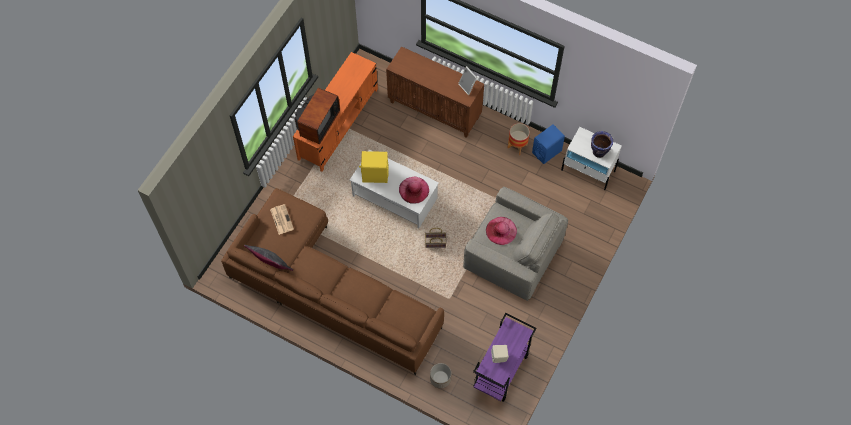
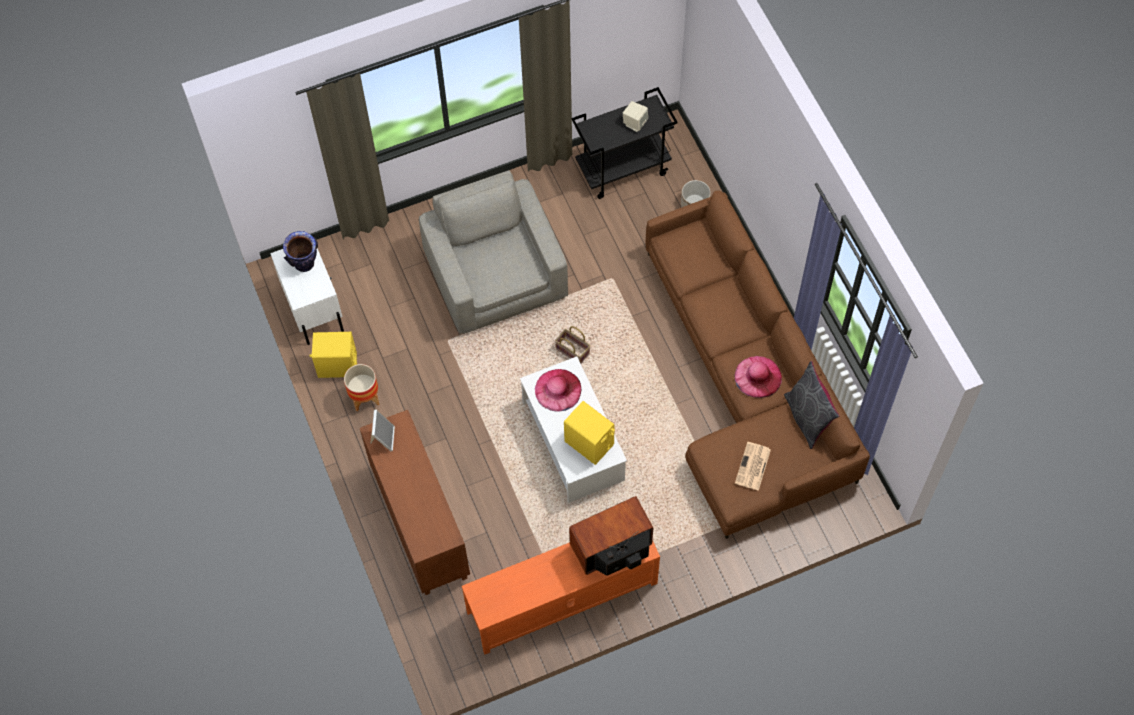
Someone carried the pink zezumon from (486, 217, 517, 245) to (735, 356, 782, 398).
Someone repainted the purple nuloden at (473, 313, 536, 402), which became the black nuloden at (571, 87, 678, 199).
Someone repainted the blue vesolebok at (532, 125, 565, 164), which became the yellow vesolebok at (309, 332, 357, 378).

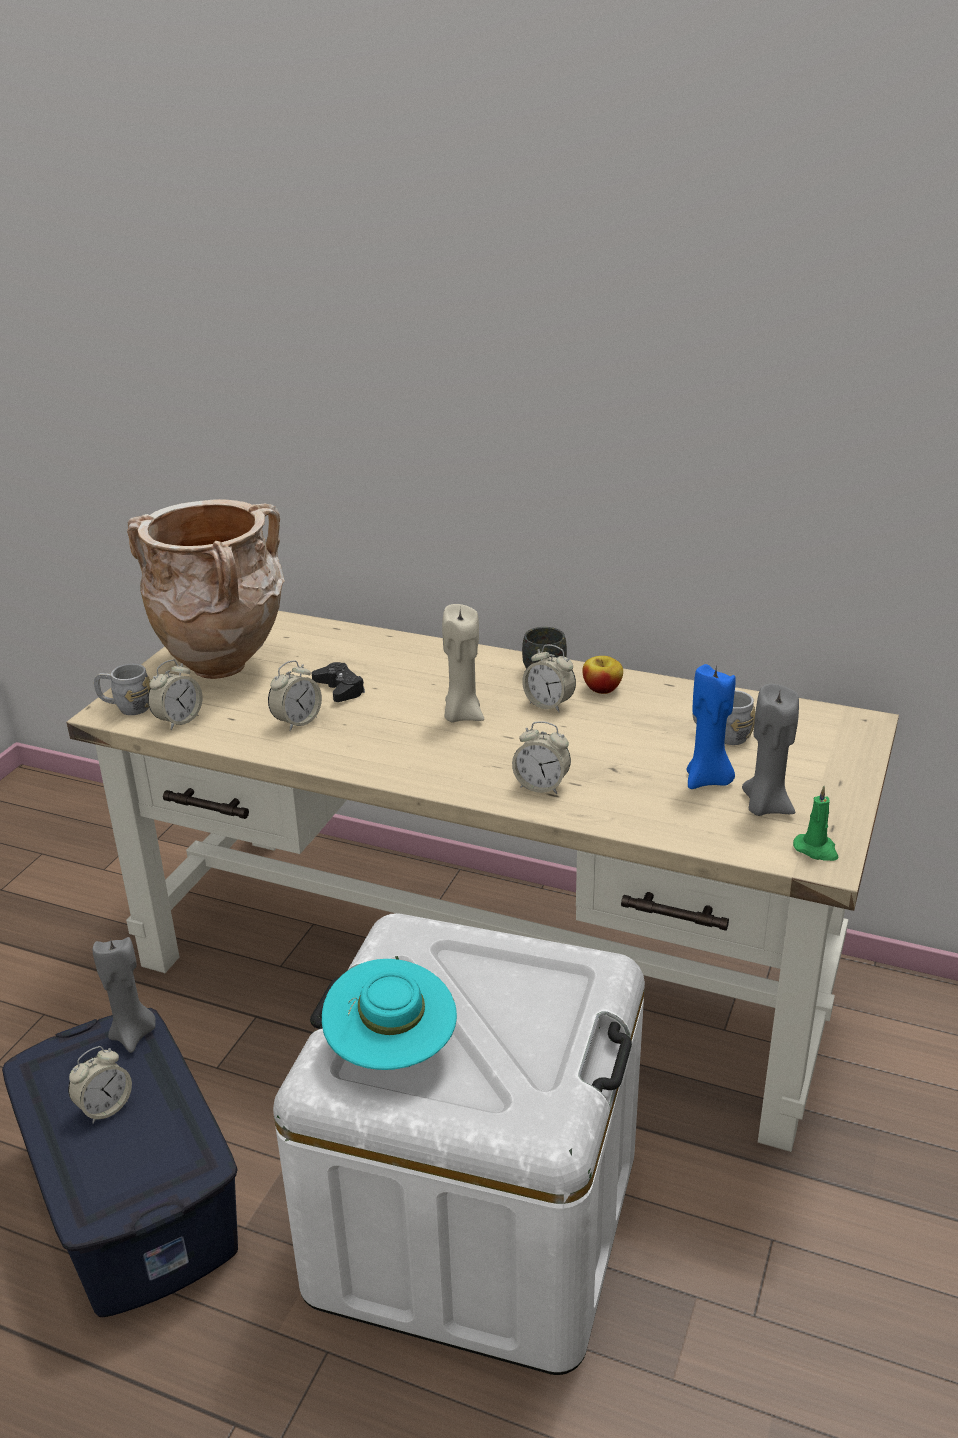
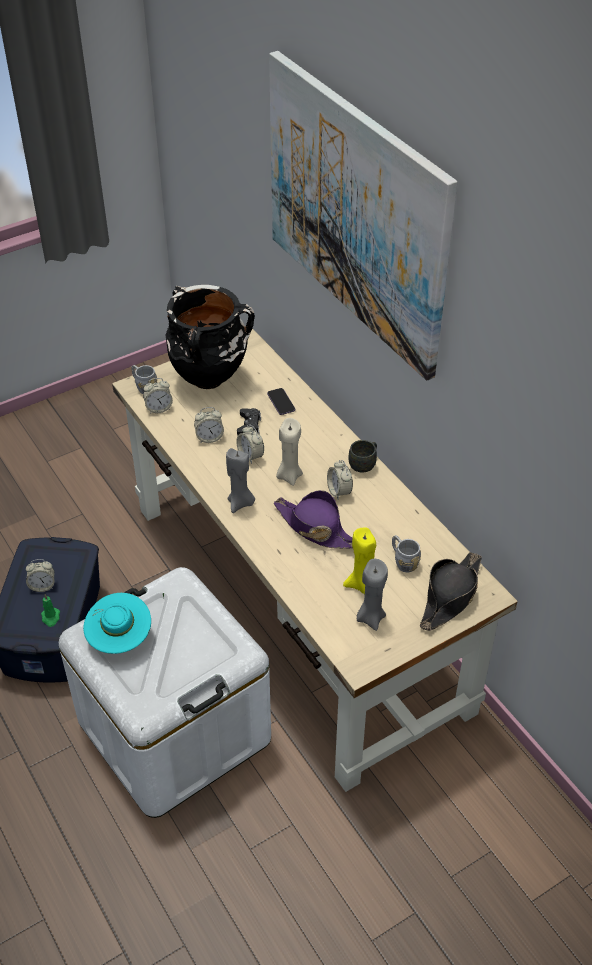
Someone took away the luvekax at (582, 656, 623, 694).
Someone put down the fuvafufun at (267, 388, 295, 415).
Someone put up the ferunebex at (269, 51, 458, 381).
Someone put down the purple zezumon at (274, 490, 352, 549).
Someone put down the black zezumon at (420, 552, 482, 631).
Someone carried the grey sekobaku from (93, 937, 156, 1053) to (226, 448, 255, 513).
Someone carried the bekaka from (512, 721, 571, 794) to (236, 425, 264, 464).
Someone carried the green sekobaku from (793, 786, 838, 861) to (41, 594, 60, 627).
Someone repainted the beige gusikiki at (127, 499, 285, 679), which became the black gusikiki at (166, 285, 255, 389).
Someone repainted the blue sekobaku at (687, 664, 736, 789), which became the yellow sekobaku at (343, 527, 376, 594).

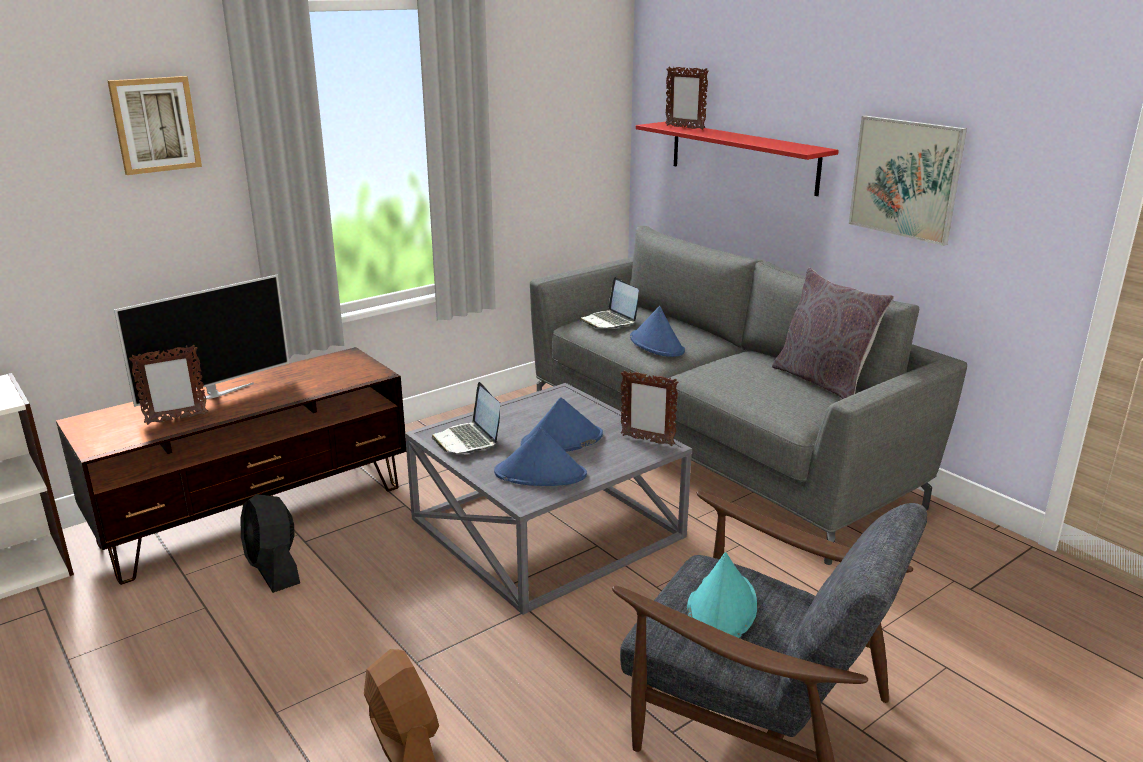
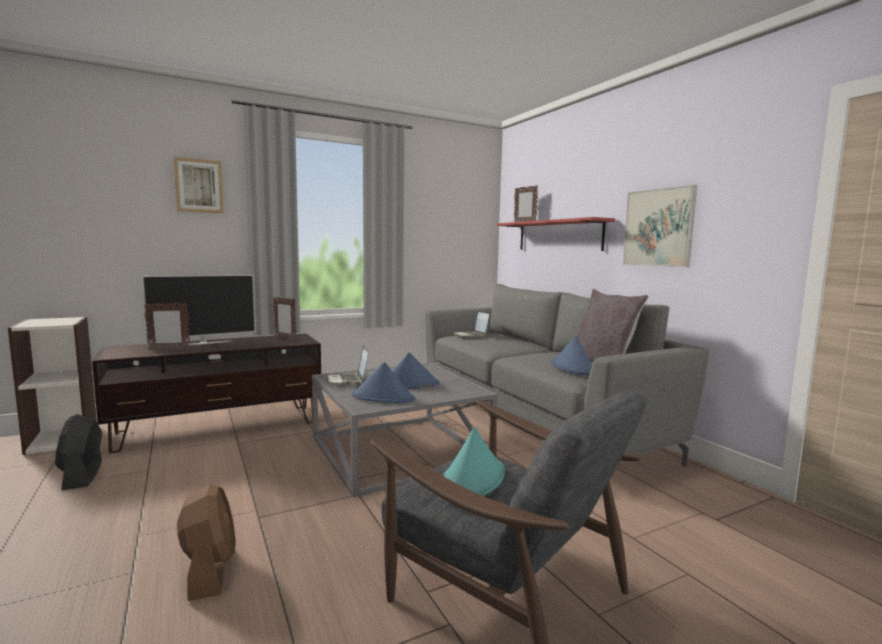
Someone carried the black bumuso from (240, 494, 300, 593) to (55, 414, 102, 490).
Someone carried the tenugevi from (621, 370, 679, 446) to (273, 297, 296, 341).
Someone carried the blue zezumon from (630, 306, 685, 357) to (551, 336, 592, 375).

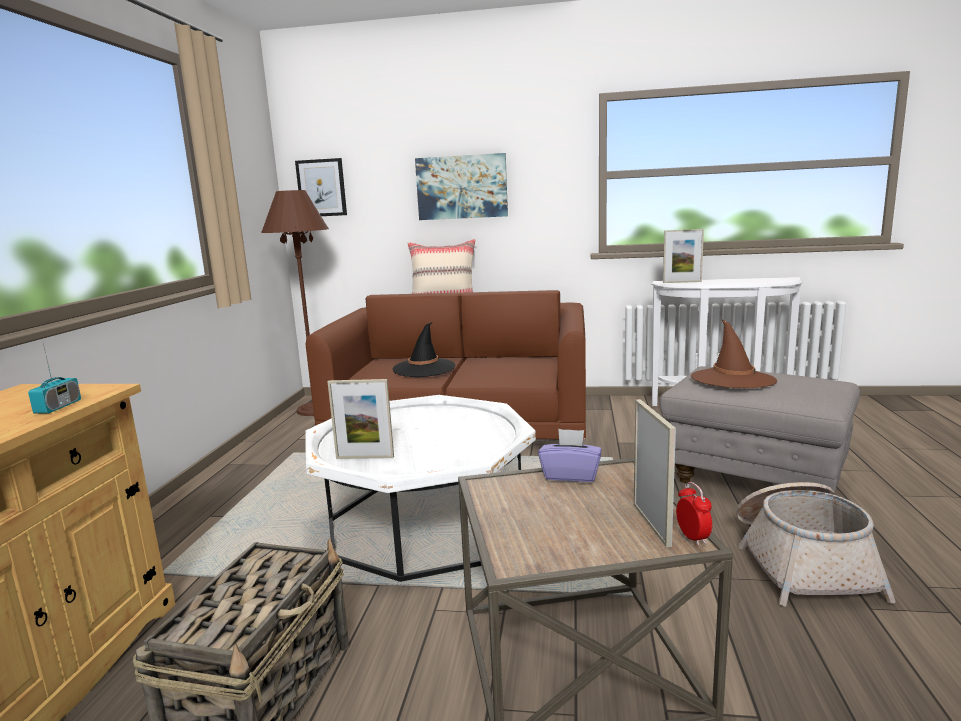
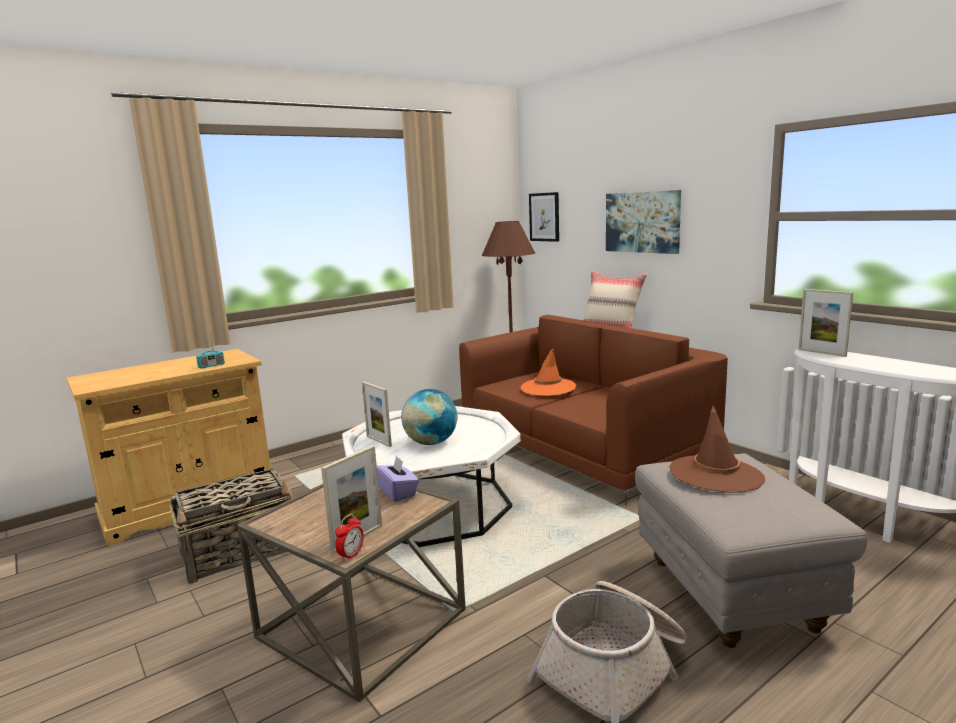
Someone put down the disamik at (401, 389, 458, 445).
Someone repainted the black zezumon at (393, 322, 455, 377), which became the orange zezumon at (521, 349, 577, 396).

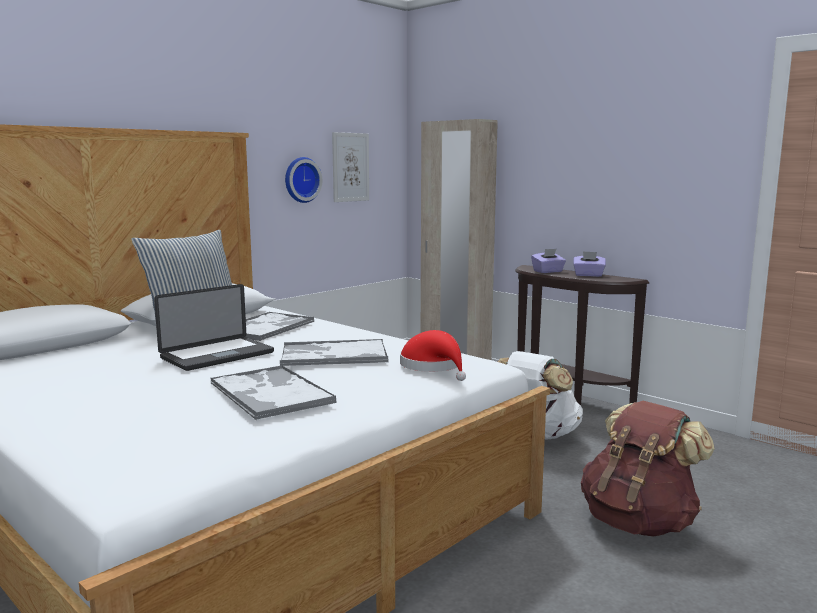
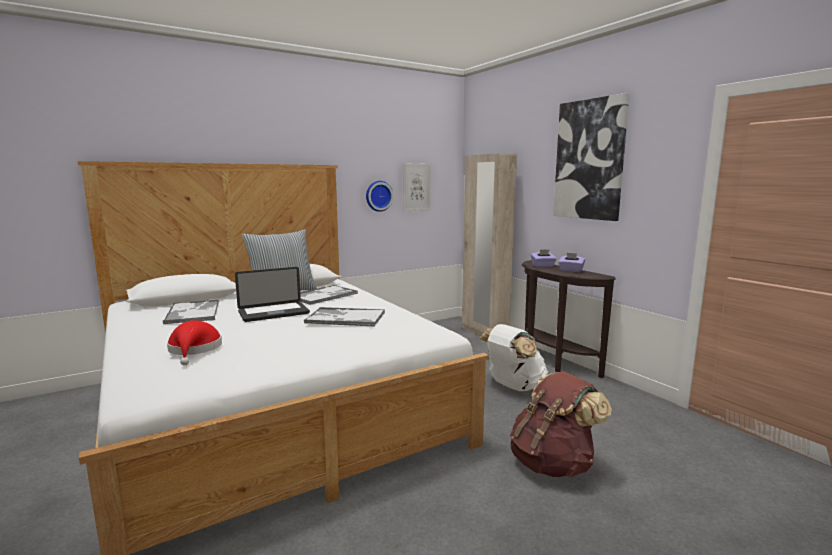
Someone put up the ferunebex at (553, 93, 630, 221).
Someone carried the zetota from (210, 365, 336, 420) to (162, 300, 219, 324).
Someone carried the red zezumon from (400, 330, 466, 381) to (167, 320, 222, 366).

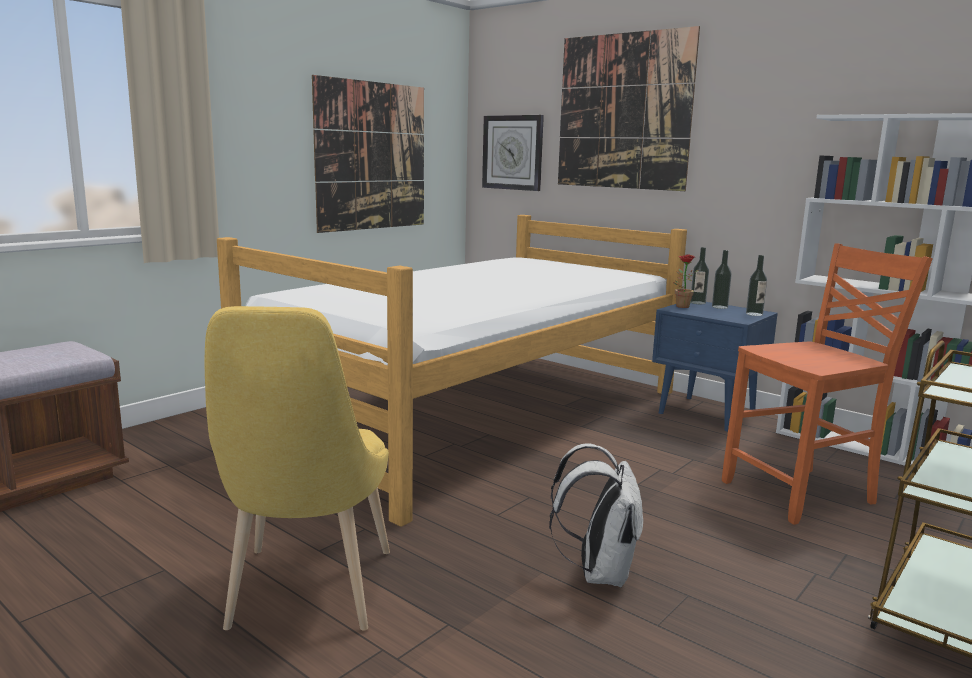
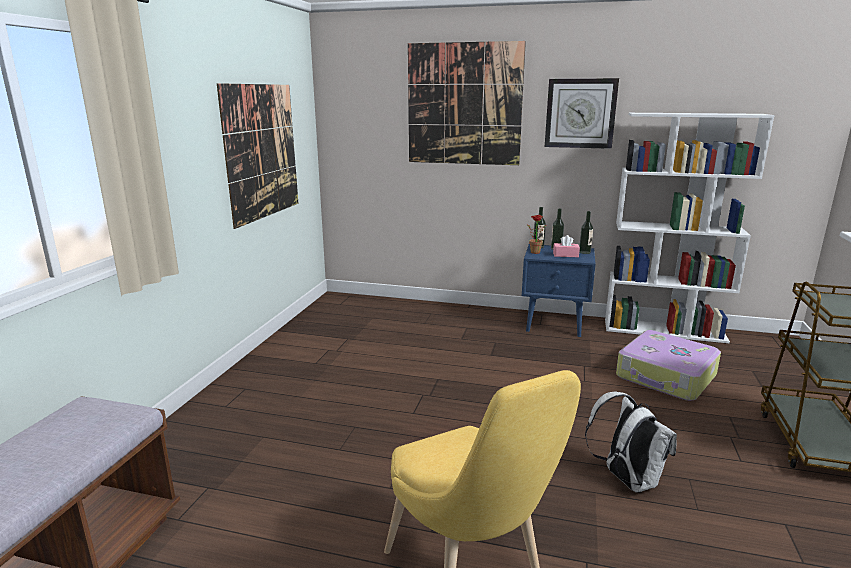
Someone took away the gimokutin at (217, 215, 687, 527).
Someone put down the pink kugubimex at (553, 235, 580, 257).
Someone carried the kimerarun from (482, 115, 544, 191) to (545, 78, 619, 149).
Someone swapped the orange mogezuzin at (722, 243, 933, 525) for the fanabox at (616, 330, 721, 401).

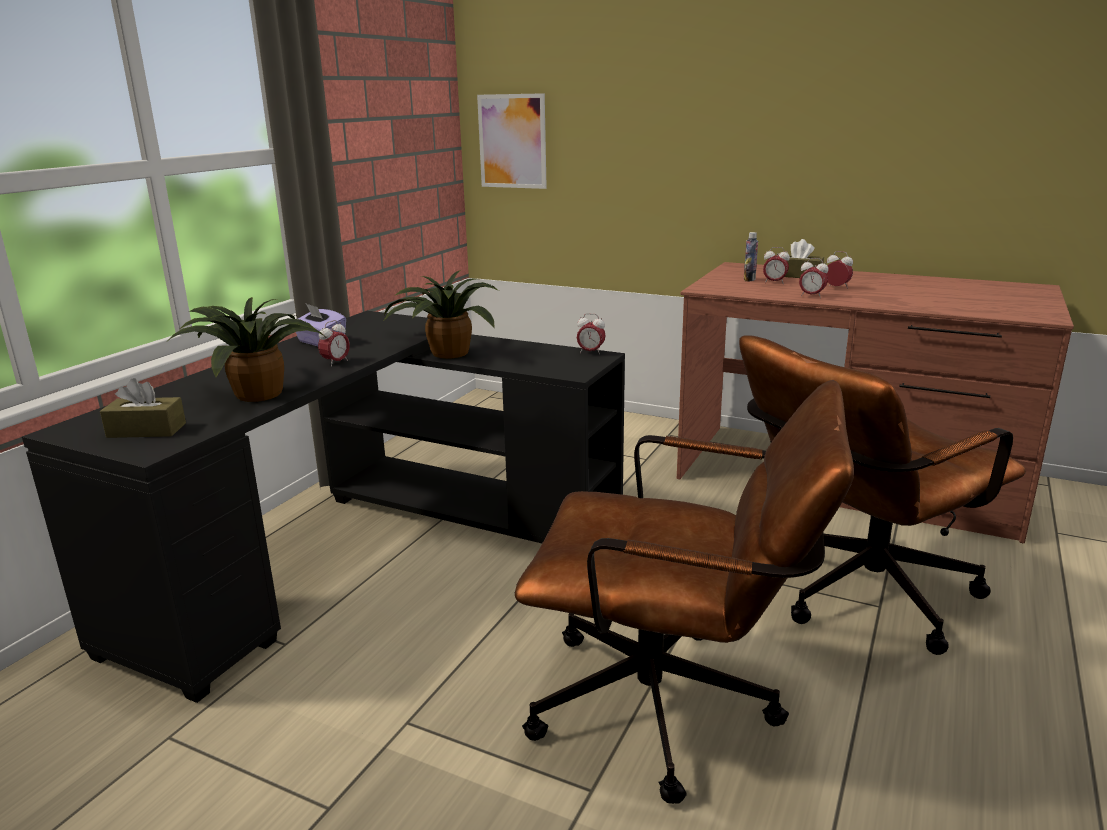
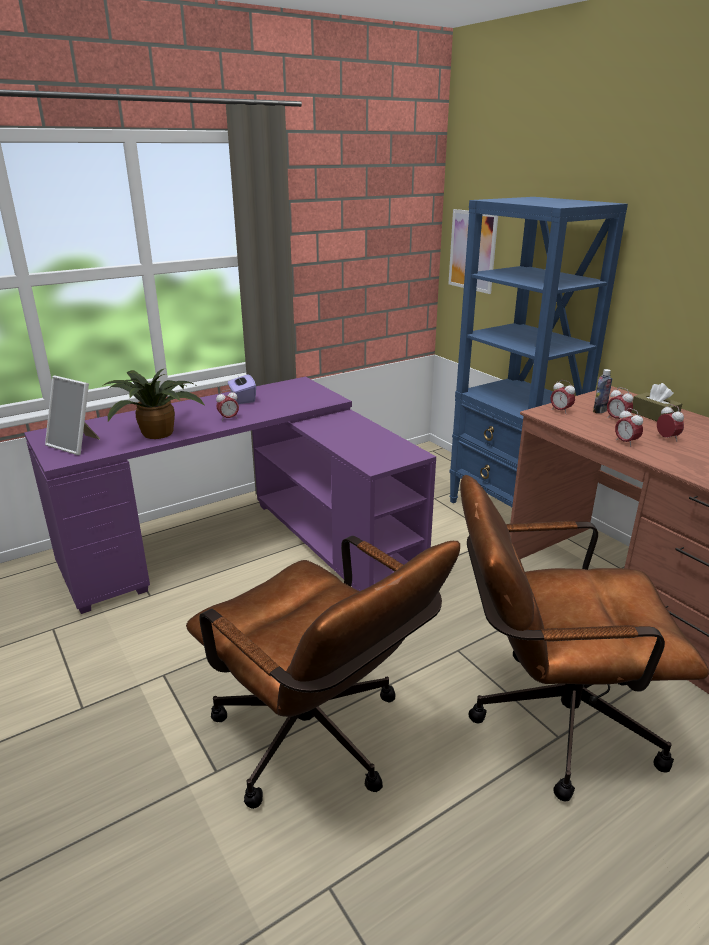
Someone took away the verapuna at (384, 270, 499, 359).
Someone put down the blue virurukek at (449, 197, 628, 507).
Someone carried the bekaka from (577, 313, 606, 355) to (550, 380, 575, 413).
Someone swapped the brown kugubimex at (100, 378, 186, 438) for the tenugevi at (45, 375, 100, 455).
Someone repainted the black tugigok at (22, 311, 625, 703), which became the purple tugigok at (24, 377, 436, 614).

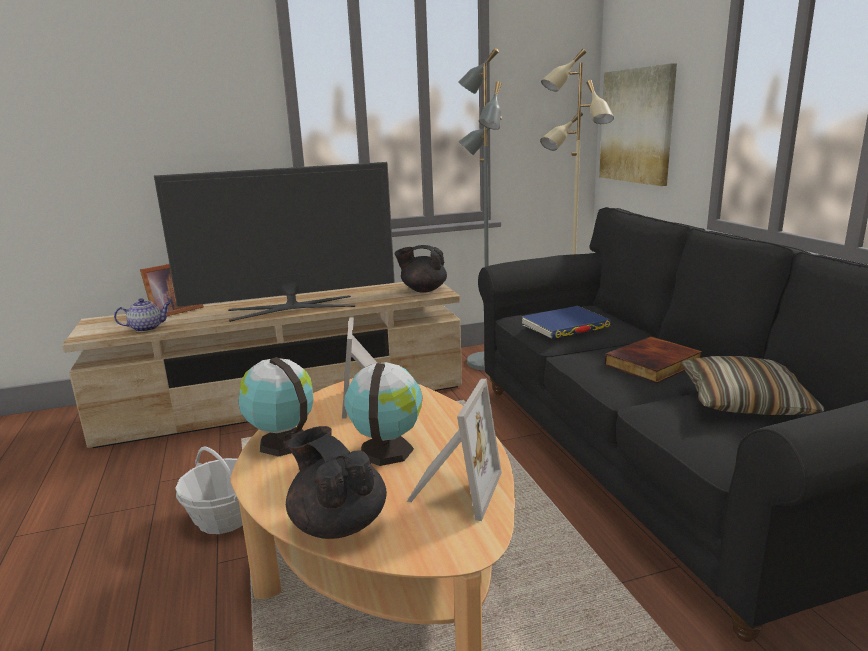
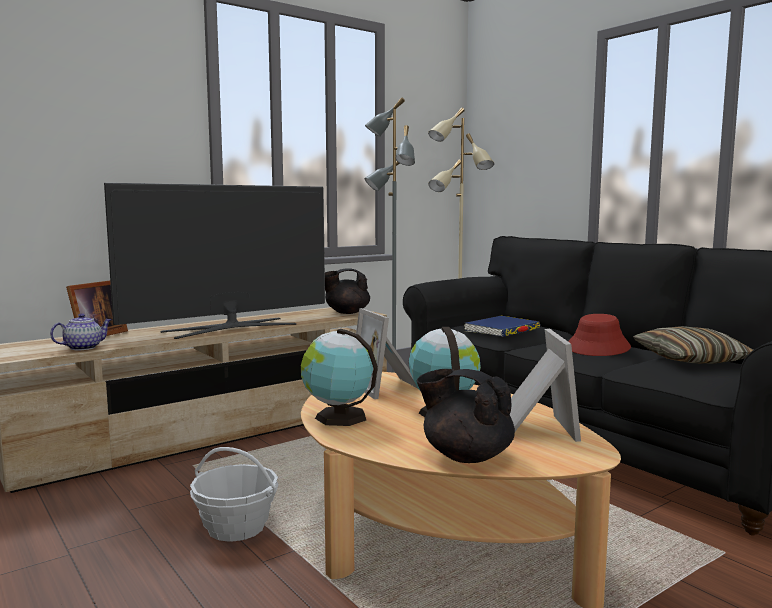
Someone took away the ferunebex at (599, 63, 677, 186).
Someone swapped the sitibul at (605, 336, 703, 383) for the red zezumon at (568, 314, 631, 356).

